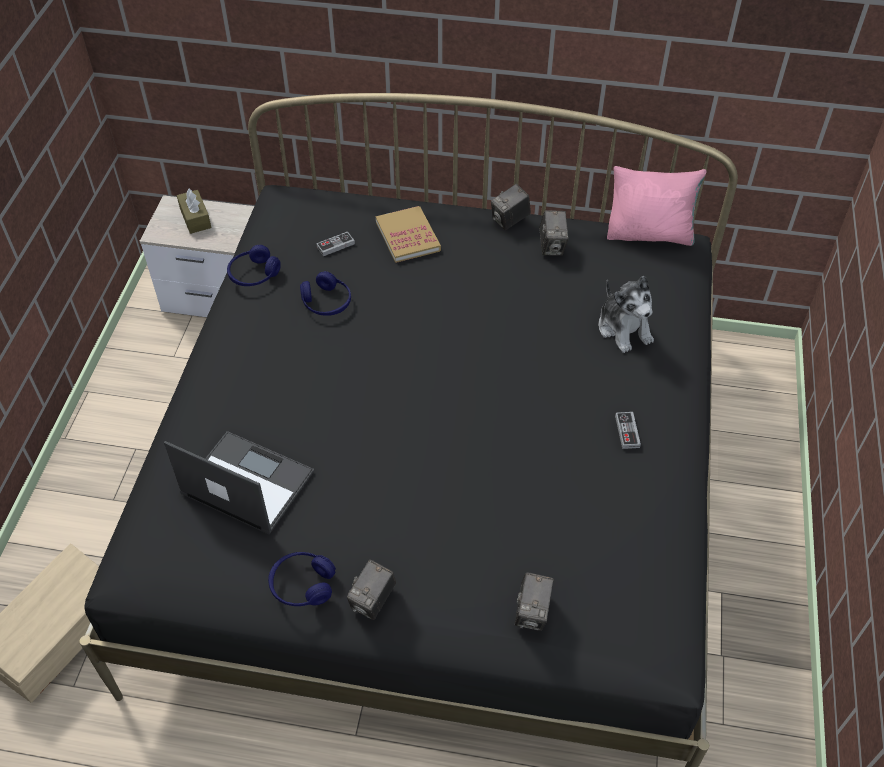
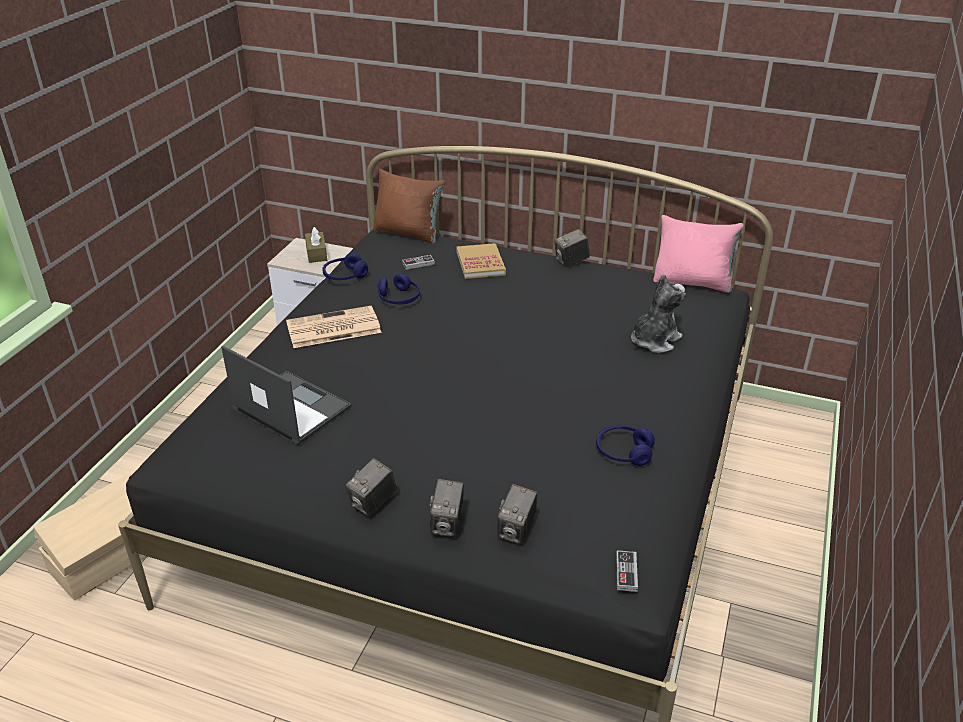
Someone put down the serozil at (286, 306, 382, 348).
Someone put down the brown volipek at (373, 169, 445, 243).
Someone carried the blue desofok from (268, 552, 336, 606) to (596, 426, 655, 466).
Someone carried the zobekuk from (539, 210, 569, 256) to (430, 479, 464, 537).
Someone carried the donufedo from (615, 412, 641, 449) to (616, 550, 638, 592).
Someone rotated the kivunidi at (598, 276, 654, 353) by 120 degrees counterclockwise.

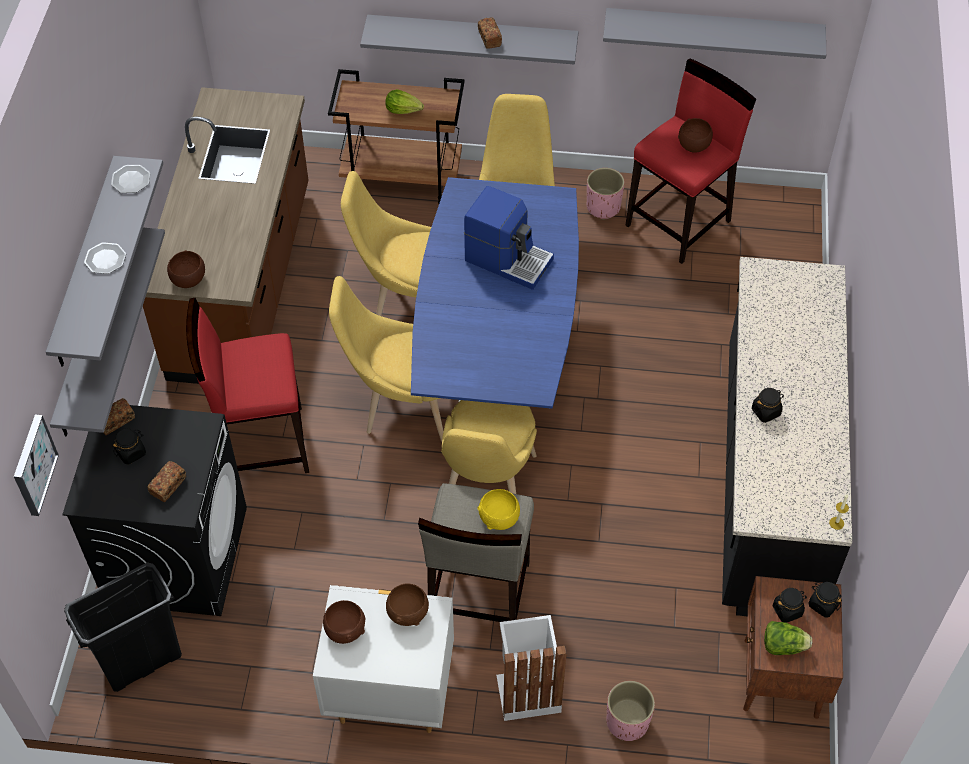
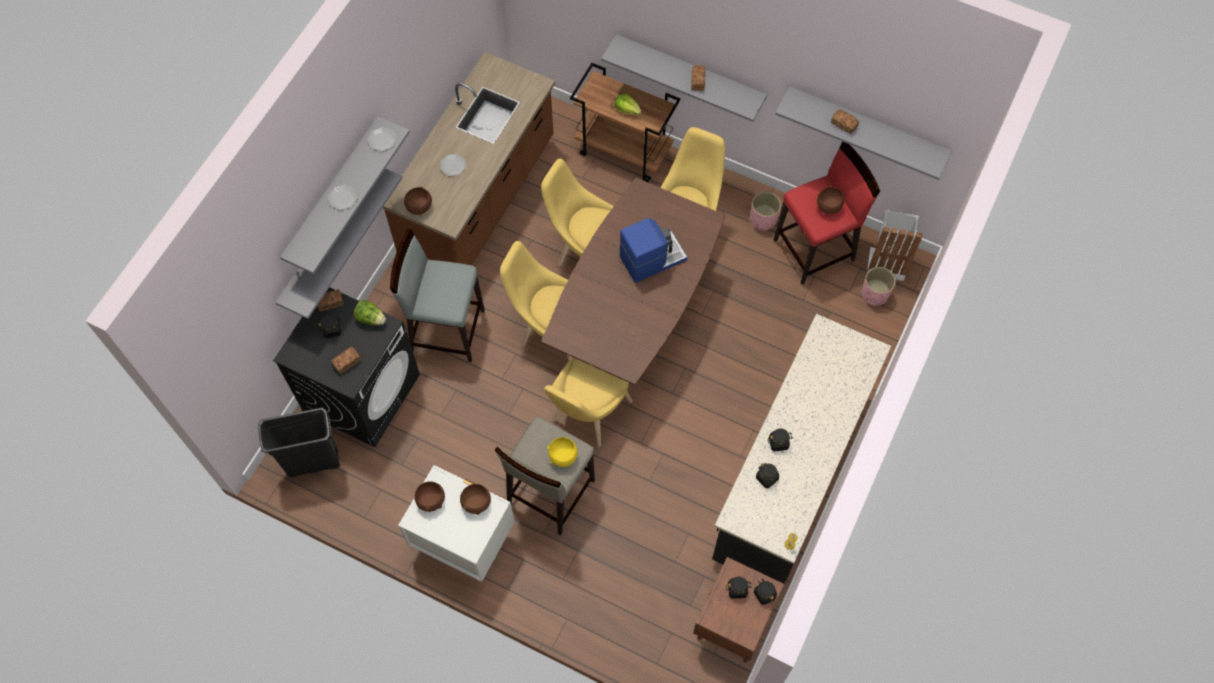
Someone took away the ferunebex at (14, 414, 59, 516).
Someone put down the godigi at (440, 154, 466, 176).
Someone put down the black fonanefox at (756, 463, 779, 488).
Someone put down the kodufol at (831, 109, 859, 134).
Someone carried the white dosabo from (496, 615, 567, 721) to (867, 210, 923, 281).
Someone carried the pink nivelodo from (606, 681, 655, 741) to (862, 267, 896, 306).
Someone carried the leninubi from (764, 621, 812, 655) to (354, 300, 386, 325).
Someone repainted the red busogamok at (186, 298, 309, 473), which became the grey busogamok at (390, 229, 485, 362).
Someone repainted the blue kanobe at (411, 177, 579, 409), which became the brown kanobe at (541, 178, 725, 385).
Someone rotated the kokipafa at (464, 186, 554, 290) by 75 degrees counterclockwise.

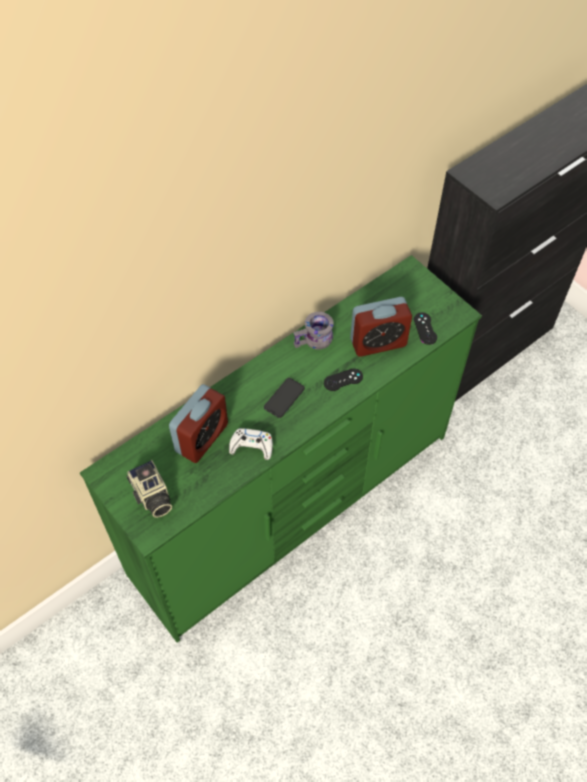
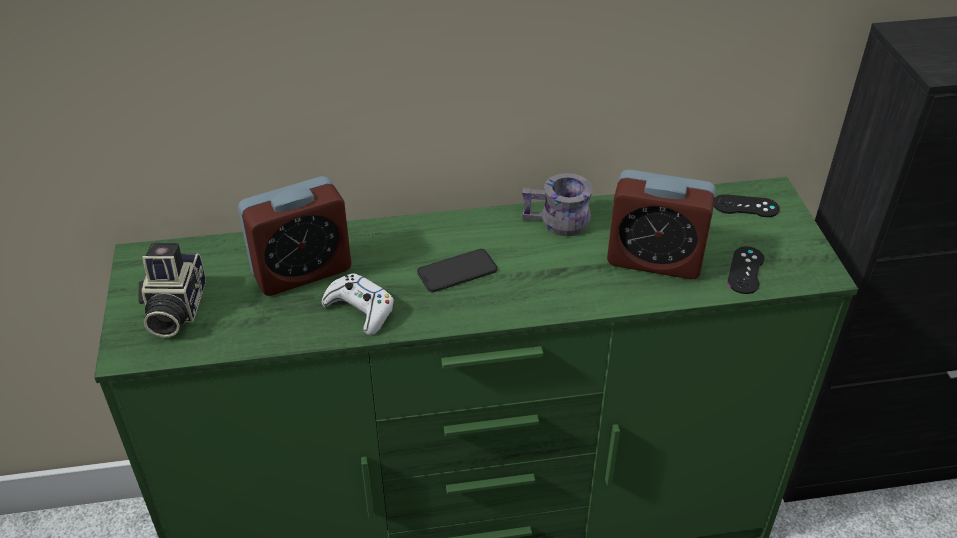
Someone carried the black donufedo from (324, 368, 363, 391) to (714, 194, 780, 217).

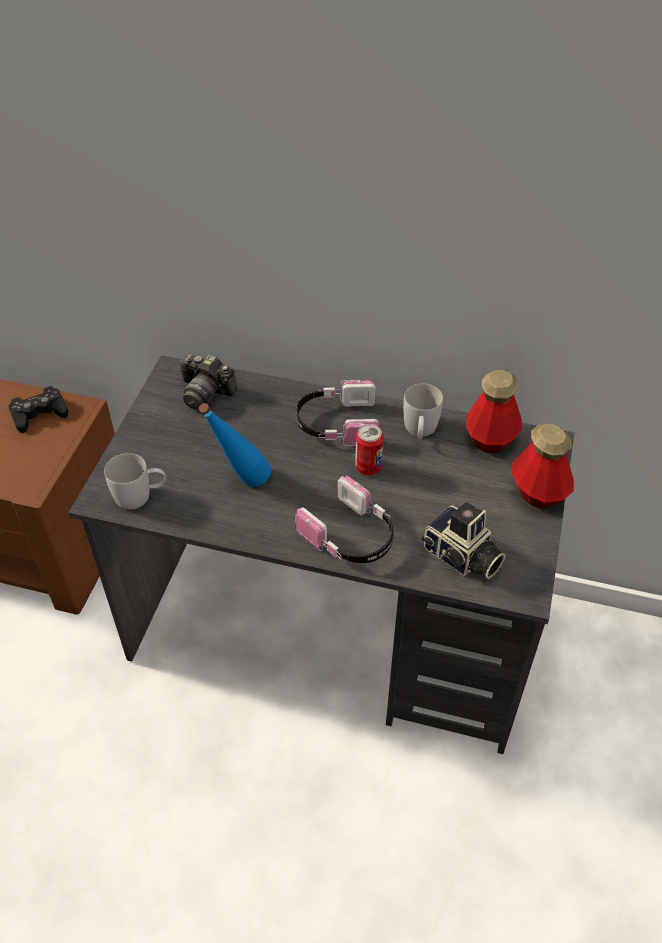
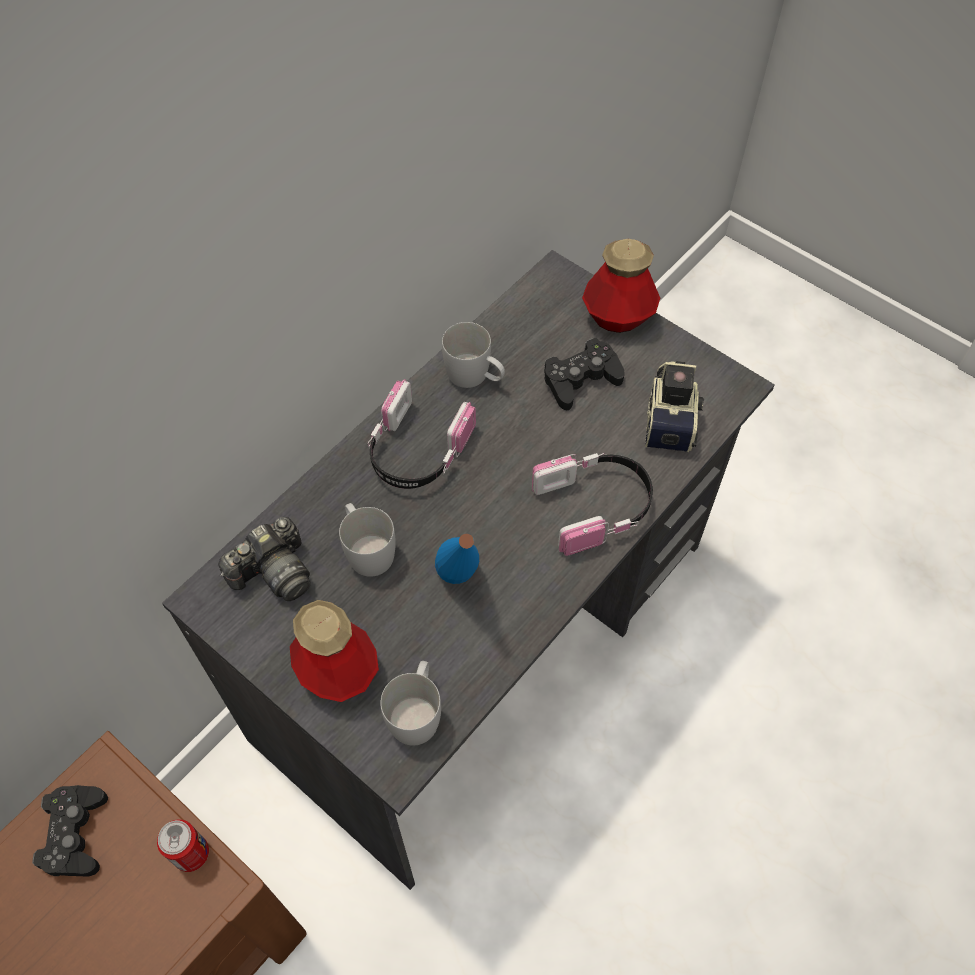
Someone put down the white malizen at (339, 503, 396, 577).
Someone put down the black donufedo at (544, 338, 625, 410).
Someone carried the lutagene from (355, 424, 384, 475) to (157, 819, 209, 872).
Someone carried the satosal from (466, 370, 522, 453) to (290, 600, 379, 702).
Someone rotated the zobekuk at (421, 502, 505, 579) by 60 degrees counterclockwise.

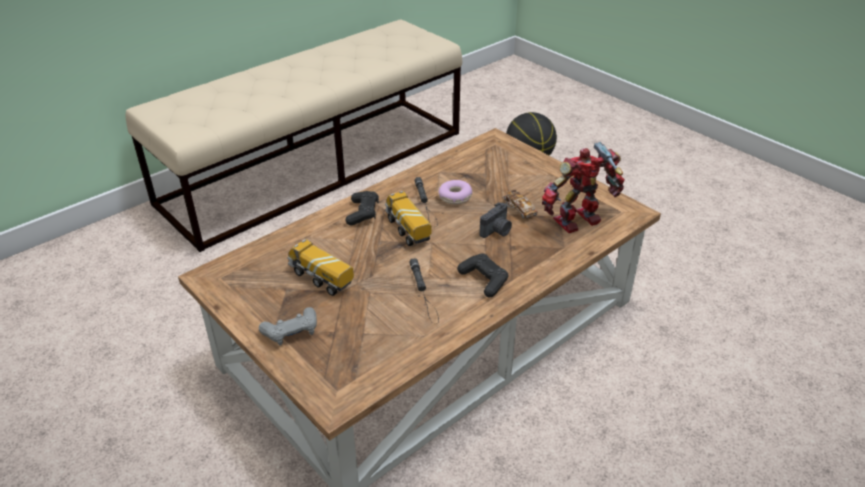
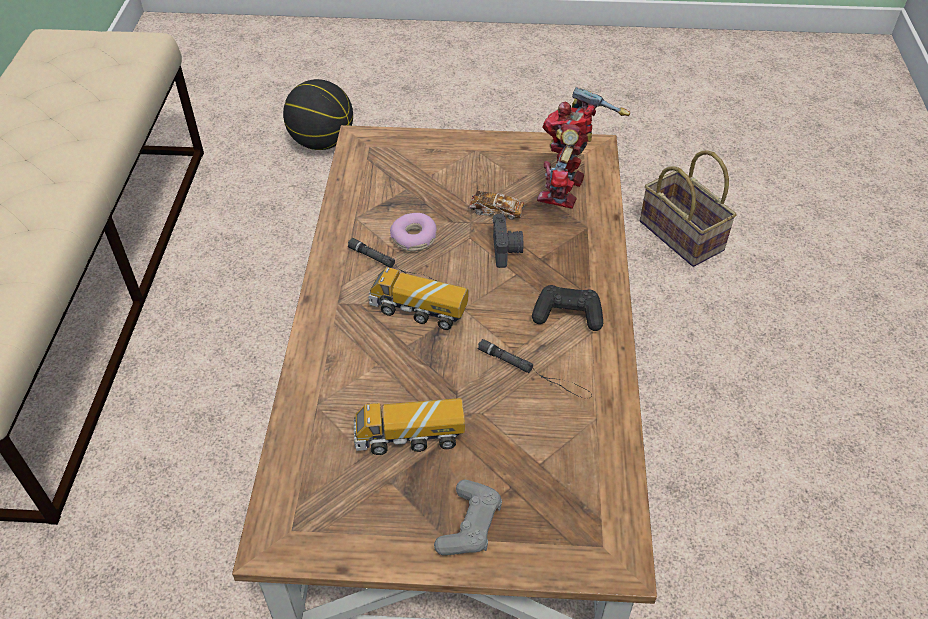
Someone took away the black donufedo at (346, 191, 379, 225).
Someone put down the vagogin at (640, 151, 737, 267).

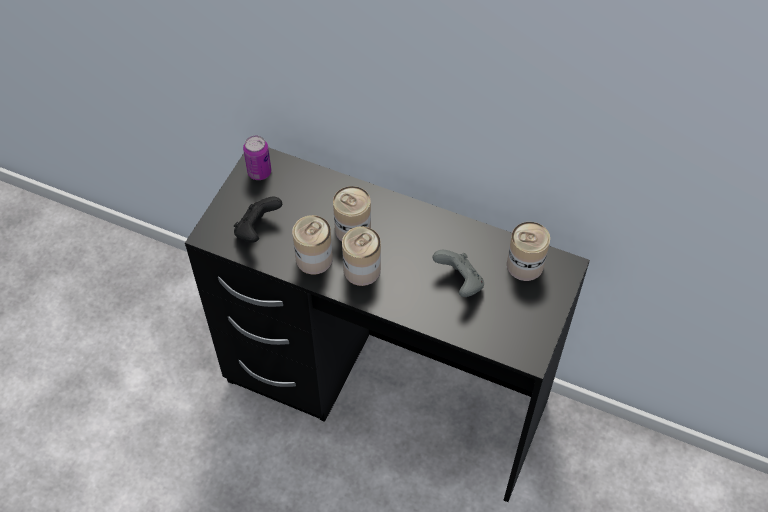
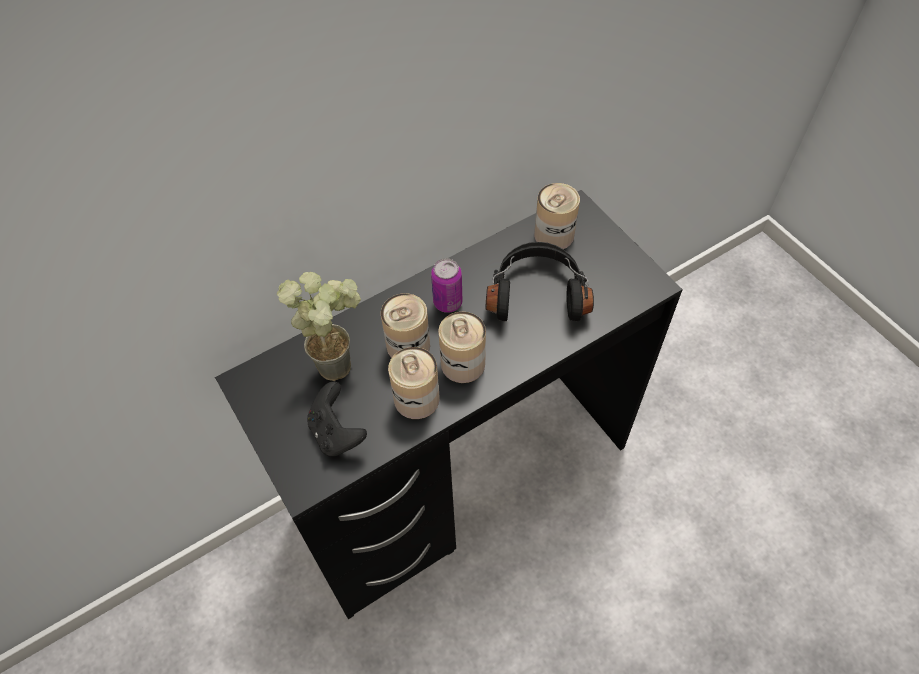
Someone put down the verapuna at (277, 272, 361, 381).
Someone carried the lutagene from (243, 135, 271, 180) to (431, 259, 462, 313).
Someone swapped the grey donufedo at (432, 250, 484, 297) for the black desofok at (486, 242, 594, 321).

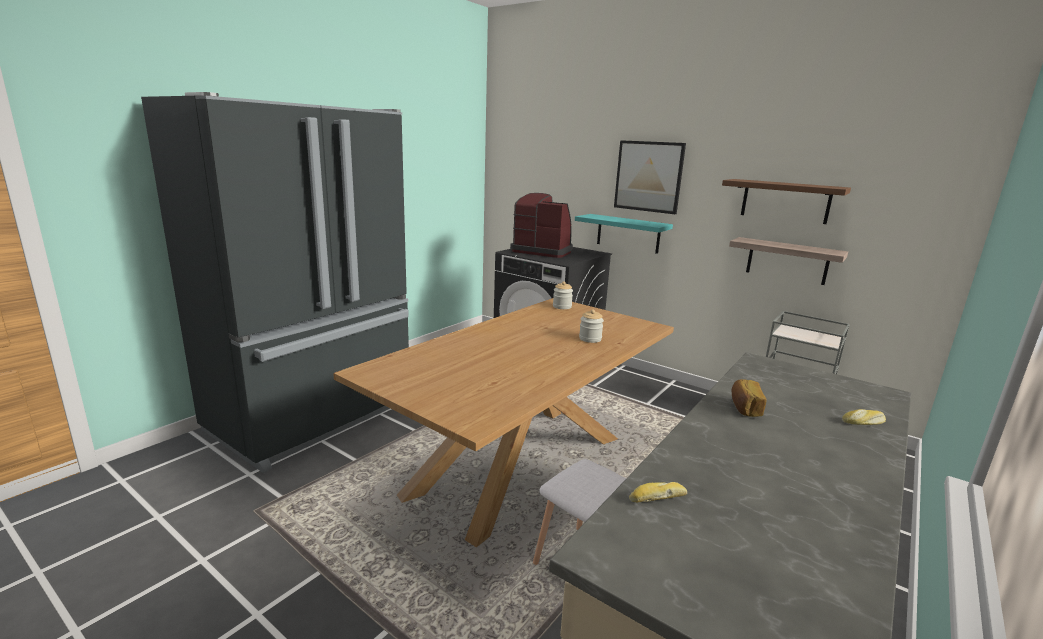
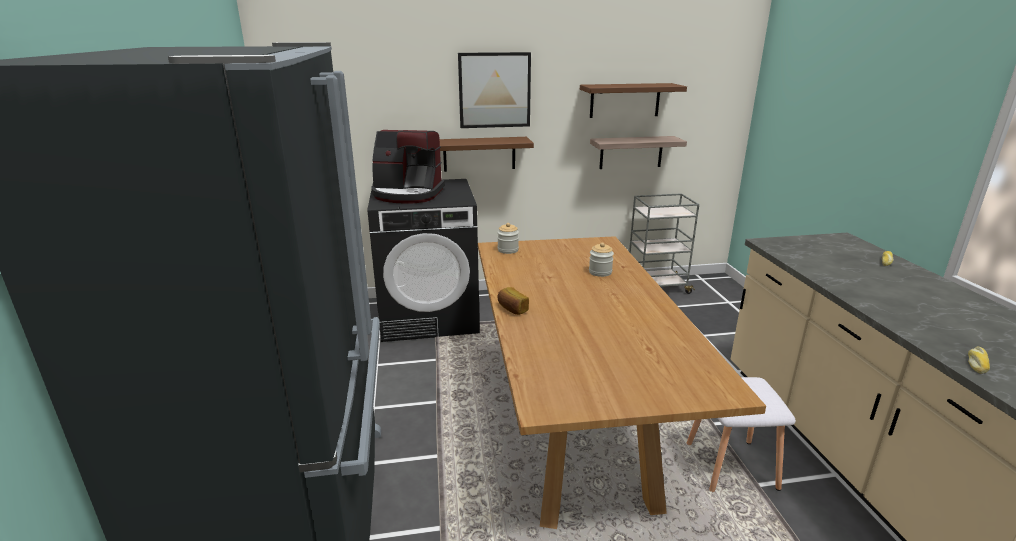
Someone carried the kodufol from (731, 379, 767, 417) to (497, 287, 529, 315).
Someone repainted the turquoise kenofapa at (575, 214, 673, 254), which became the brown kenofapa at (440, 137, 534, 172).
Someone rotated the kokipafa at (510, 193, 573, 258) by 150 degrees counterclockwise.

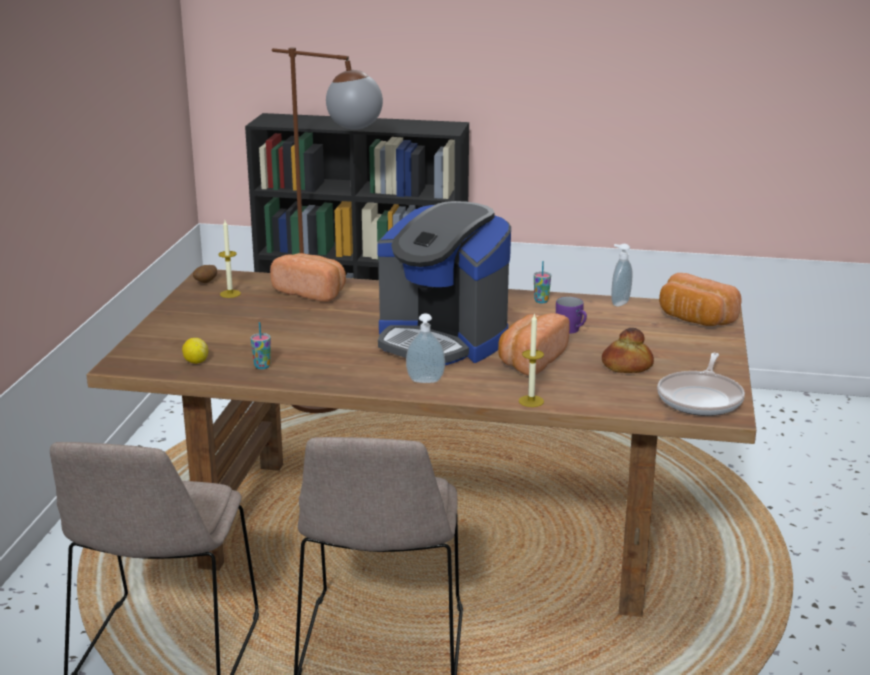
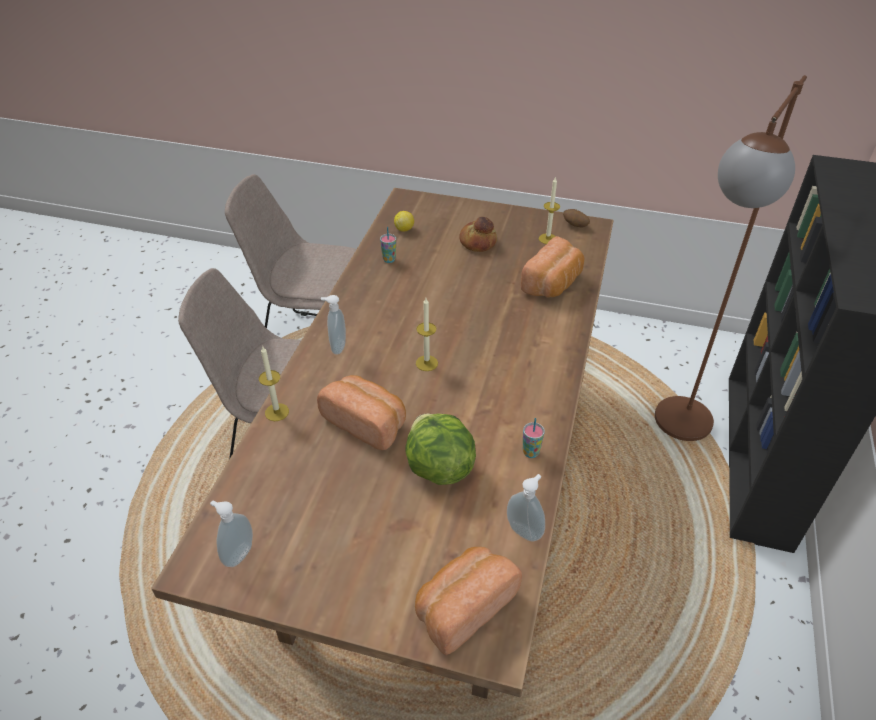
Someone carried the kodufol from (602, 328, 654, 373) to (459, 217, 497, 252).
Someone swapped the kokipafa at (377, 201, 511, 365) for the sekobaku at (416, 298, 438, 371).
Someone swapped the purple malizen at (556, 297, 587, 334) for the leninubi at (405, 413, 476, 485).
Someone swapped the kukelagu at (657, 353, 745, 416) for the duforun at (210, 501, 253, 567).

